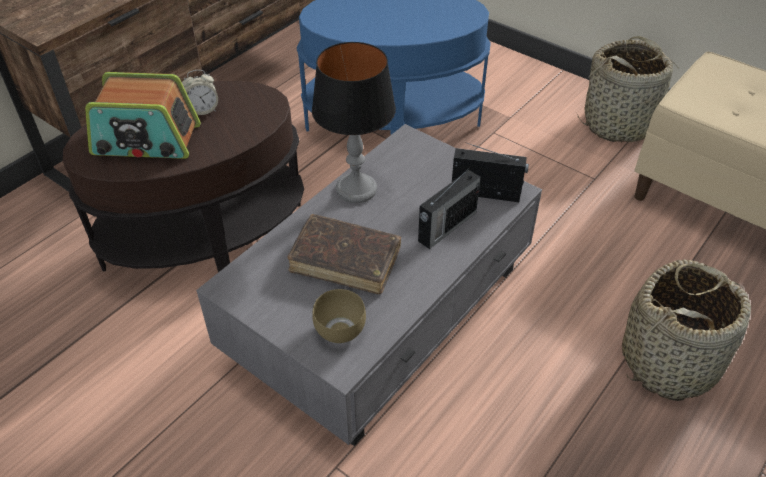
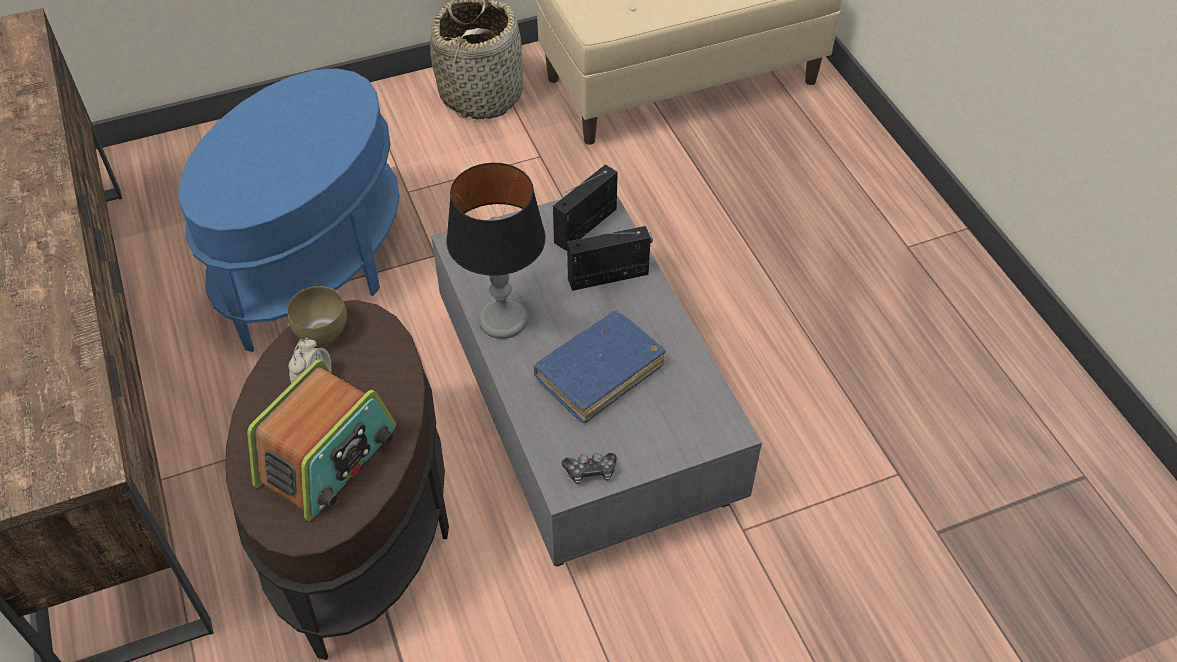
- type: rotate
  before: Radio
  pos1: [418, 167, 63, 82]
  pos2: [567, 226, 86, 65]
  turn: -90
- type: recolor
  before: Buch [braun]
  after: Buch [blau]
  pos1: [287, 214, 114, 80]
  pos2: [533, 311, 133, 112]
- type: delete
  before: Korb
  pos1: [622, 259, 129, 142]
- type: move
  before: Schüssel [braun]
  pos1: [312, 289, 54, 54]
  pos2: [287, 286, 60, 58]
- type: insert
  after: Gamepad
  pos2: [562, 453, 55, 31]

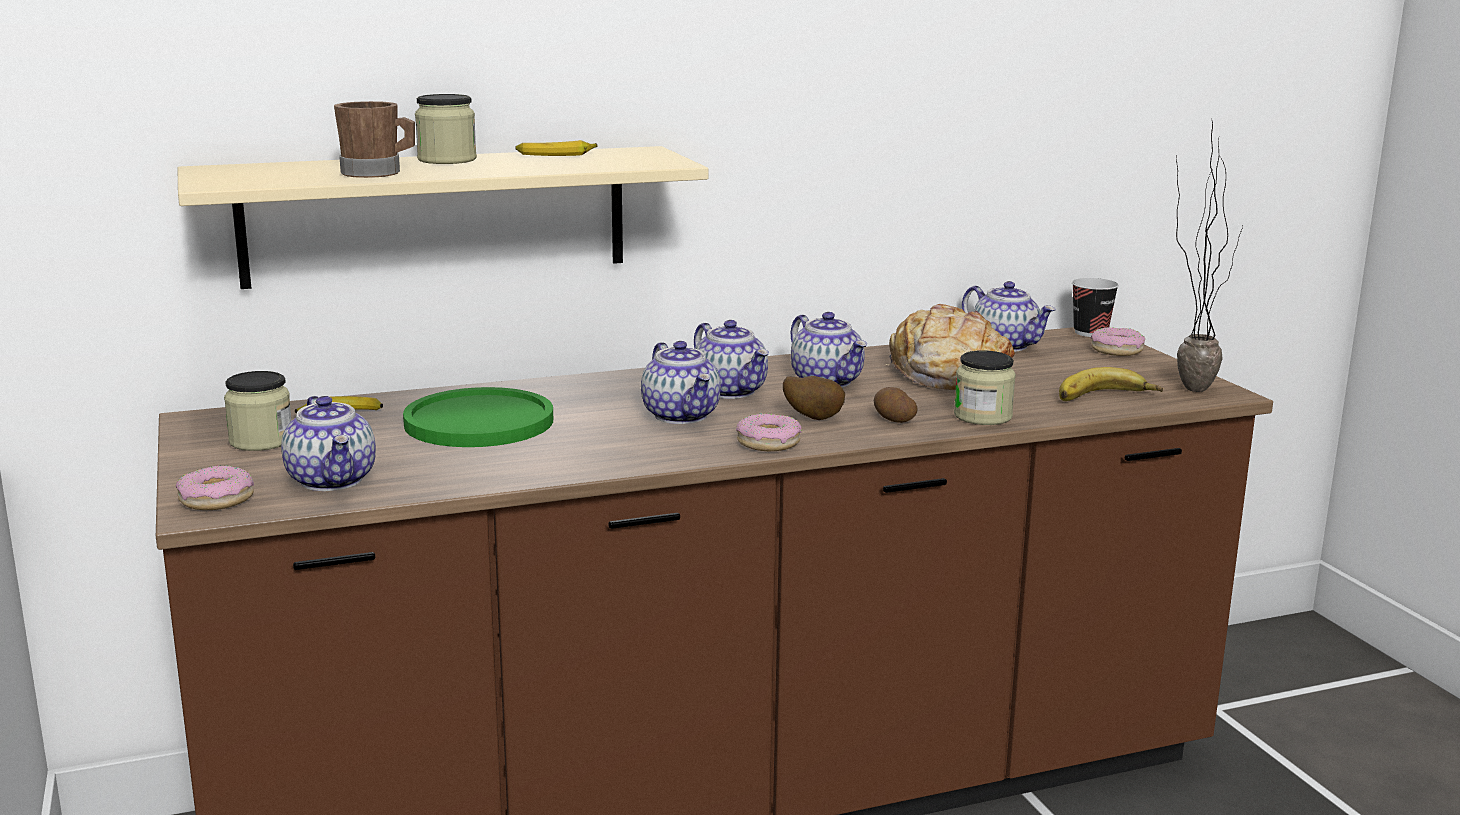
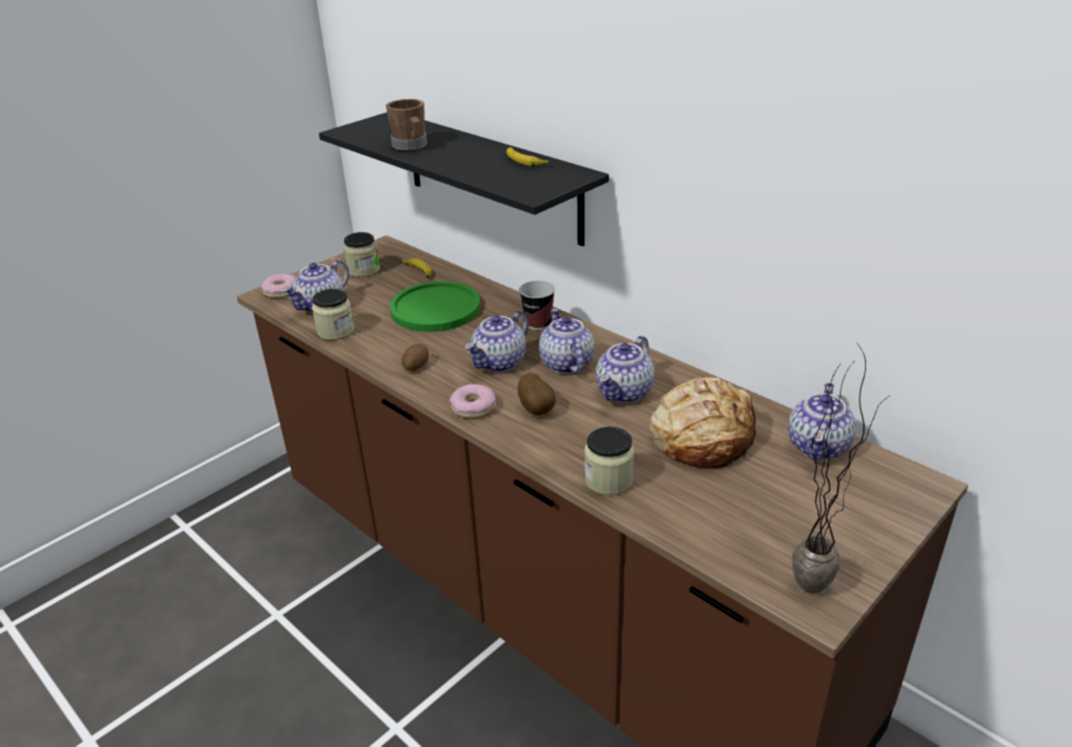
- type: move
  before: Vorratsglas
  pos1: [415, 94, 62, 70]
  pos2: [312, 289, 42, 51]
- type: recolor
  before: Wandregal [beige]
  after: Wandregal [schwarz]
  pos1: [177, 146, 531, 143]
  pos2: [319, 112, 290, 134]
- type: move
  before: Tasse
  pos1: [1072, 278, 47, 59]
  pos2: [519, 281, 36, 49]
- type: rotate
  before: Teekanne
  pos1: [694, 320, 75, 79]
  pos2: [539, 309, 55, 65]
  turn: 135
- type: delete
  before: Donut
  pos1: [1091, 327, 54, 29]
- type: delete
  before: Banane
  pos1: [1059, 367, 104, 34]
- type: move
  before: Kartoffel
  pos1: [874, 387, 44, 36]
  pos2: [402, 344, 27, 27]

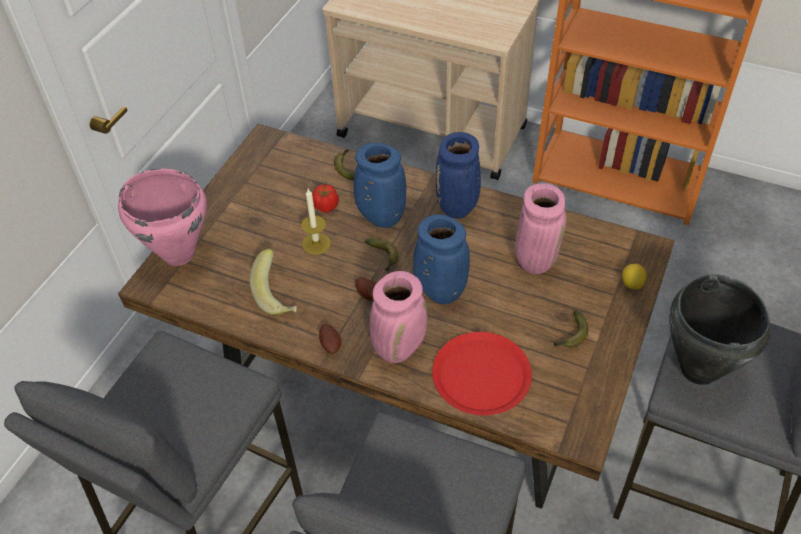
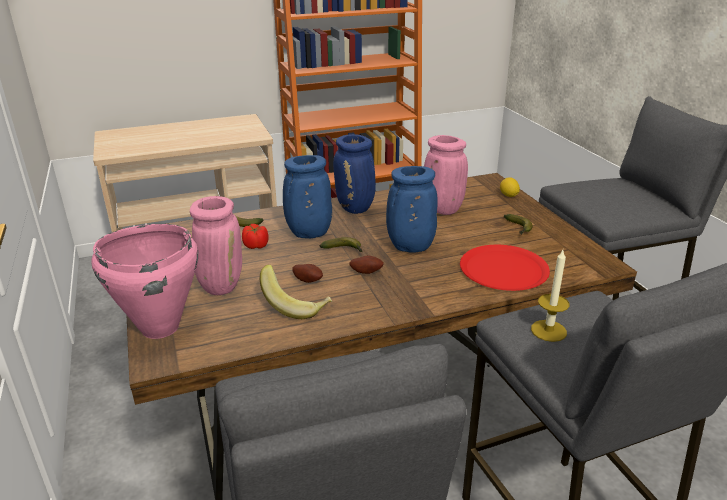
- type: move
  before: Kerze
  pos1: [301, 189, 30, 66]
  pos2: [531, 250, 39, 92]
- type: move
  before: Vase [rosa]
  pos1: [370, 271, 58, 92]
  pos2: [190, 196, 52, 99]
- type: delete
  before: Kochtopf [schwarz]
  pos1: [669, 274, 101, 111]
- type: move
  before: Kartoffel
  pos1: [319, 324, 22, 30]
  pos2: [292, 264, 31, 19]

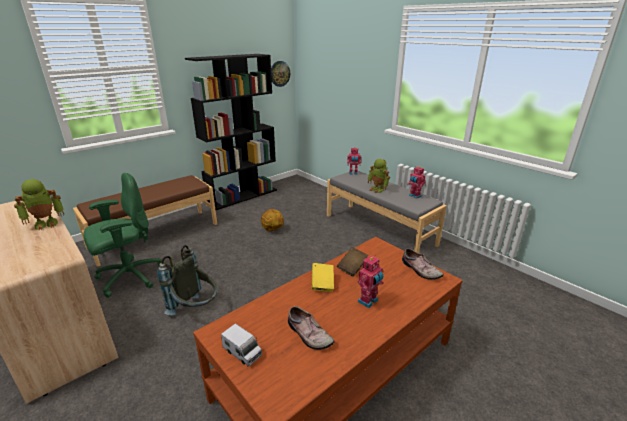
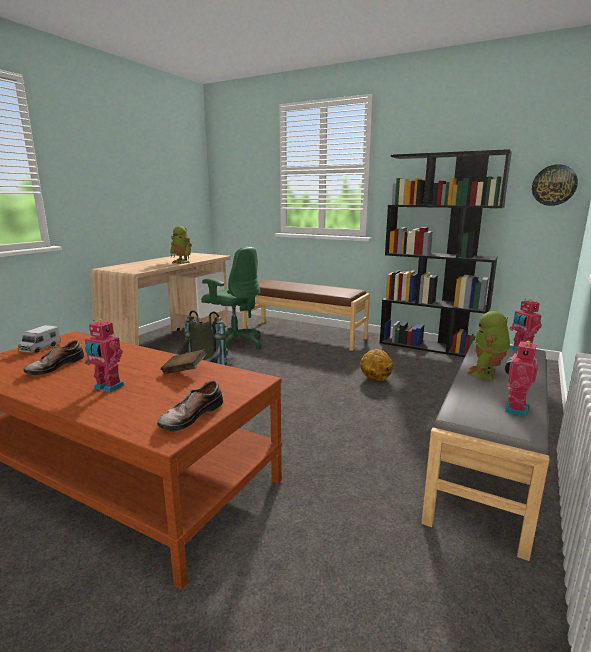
- type: delete
  before: Buch [gelb]
  pos1: [312, 263, 22, 29]

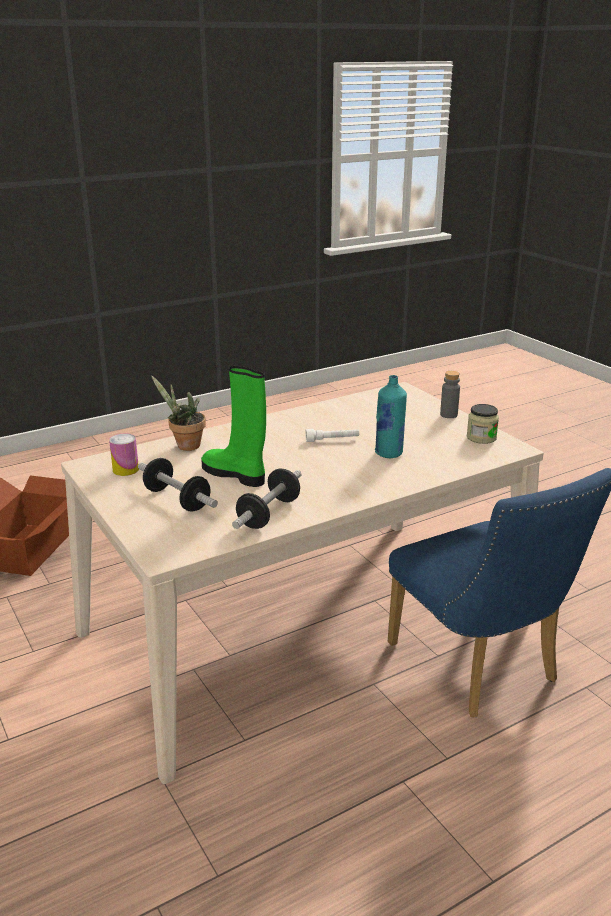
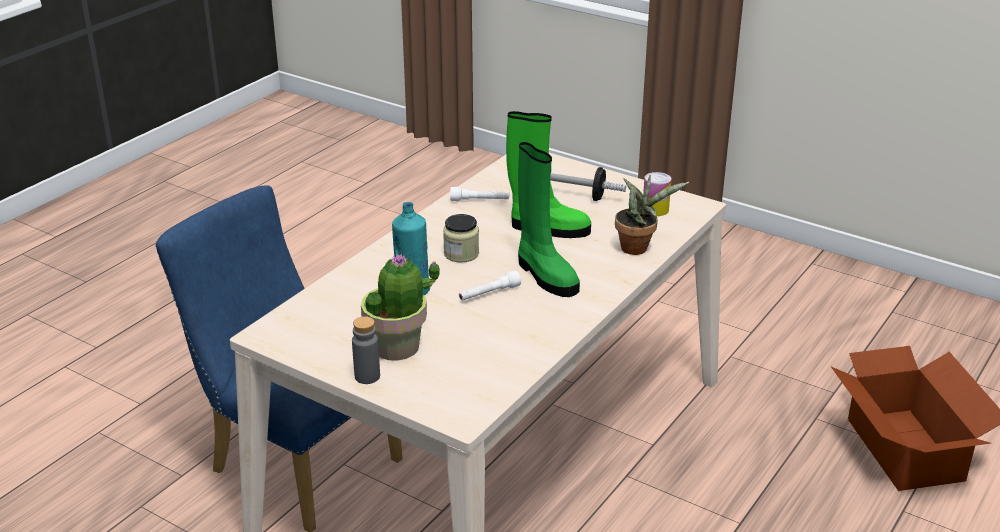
- type: move
  before: Vorratsglas
  pos1: [467, 404, 32, 40]
  pos2: [443, 214, 36, 49]
- type: replace
  before: Hantel
  after: Taschenlampe [weiß]
  pos1: [232, 468, 70, 61]
  pos2: [450, 187, 59, 14]
- type: insert
  after: Stiefel [grün]
  pos2: [518, 142, 62, 155]
- type: insert
  after: Topfpflanze
  pos2: [361, 254, 79, 107]

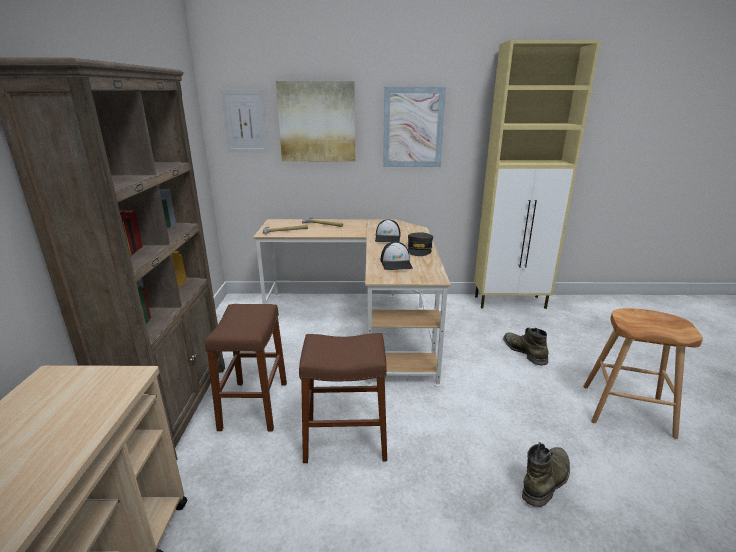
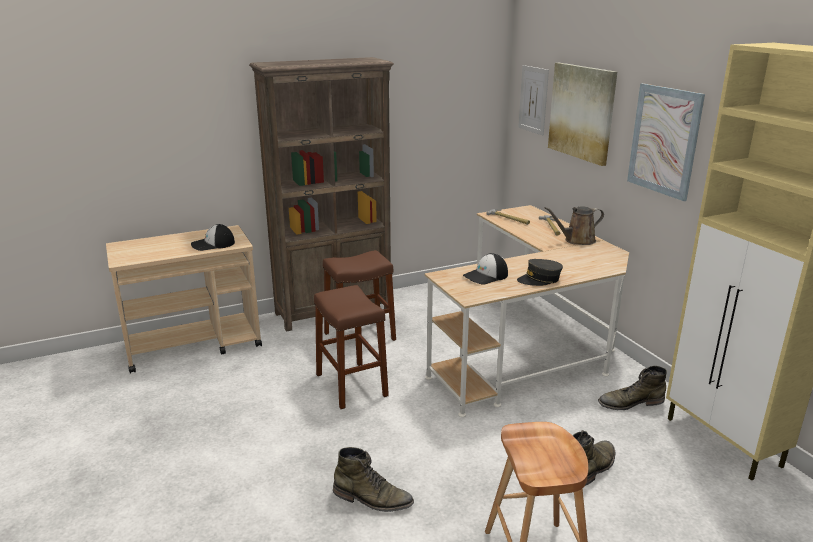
- type: move
  before: Kappe
  pos1: [375, 220, 26, 22]
  pos2: [191, 224, 44, 27]
- type: insert
  after: Gießkanne [braun]
  pos2: [545, 206, 59, 39]
- type: insert
  after: Stiefel [grün]
  pos2: [598, 366, 69, 44]

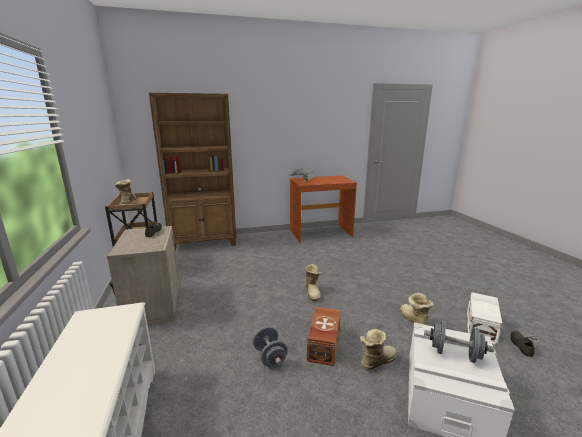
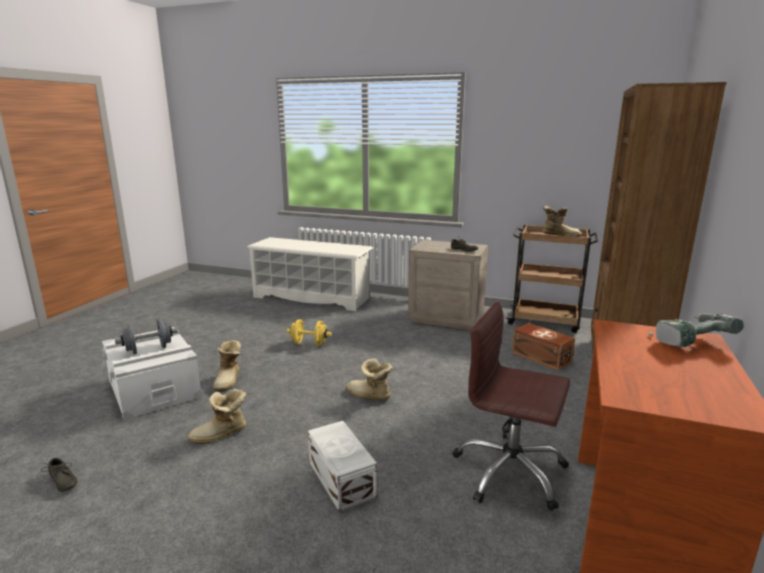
- type: move
  before: Aufbewahrungsbox [weiß]
  pos1: [467, 292, 35, 53]
  pos2: [308, 421, 69, 91]
- type: rotate
  before: Stiefel
  pos1: [400, 293, 33, 33]
  pos2: [188, 389, 58, 55]
  turn: 135
- type: move
  before: Aufbewahrungsbox [braun]
  pos1: [307, 307, 33, 59]
  pos2: [512, 323, 63, 48]
- type: recolor
  before: Hantel [grau]
  after: Hantel [gelb]
  pos1: [252, 326, 36, 41]
  pos2: [287, 319, 45, 27]
- type: insert
  after: Bürostuhl [braun]
  pos2: [453, 301, 117, 210]

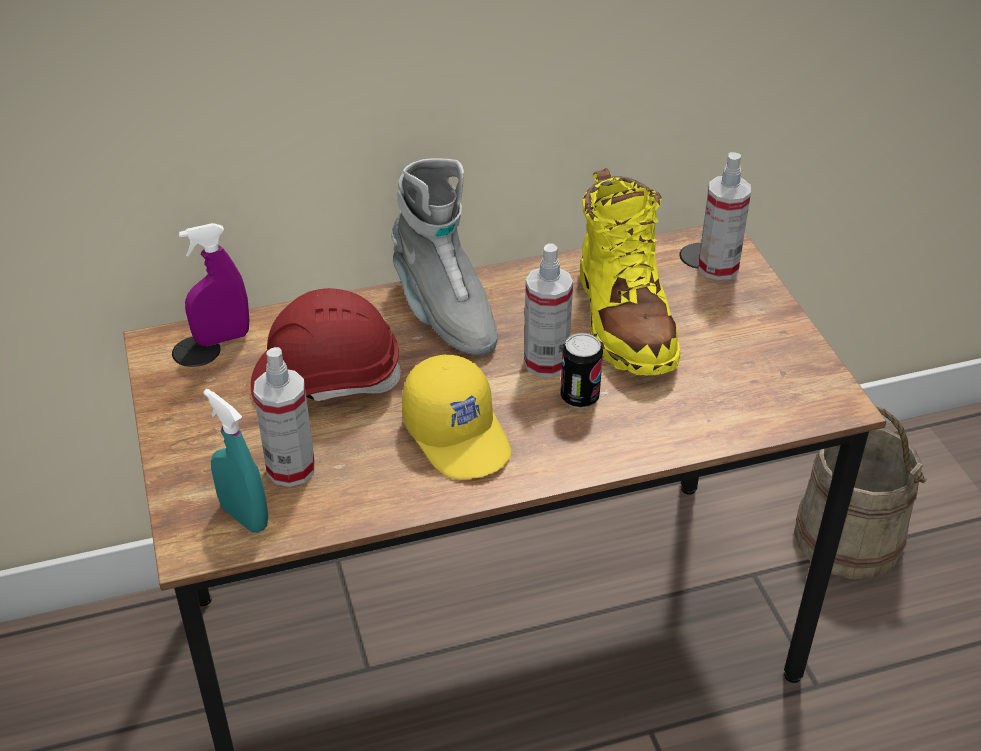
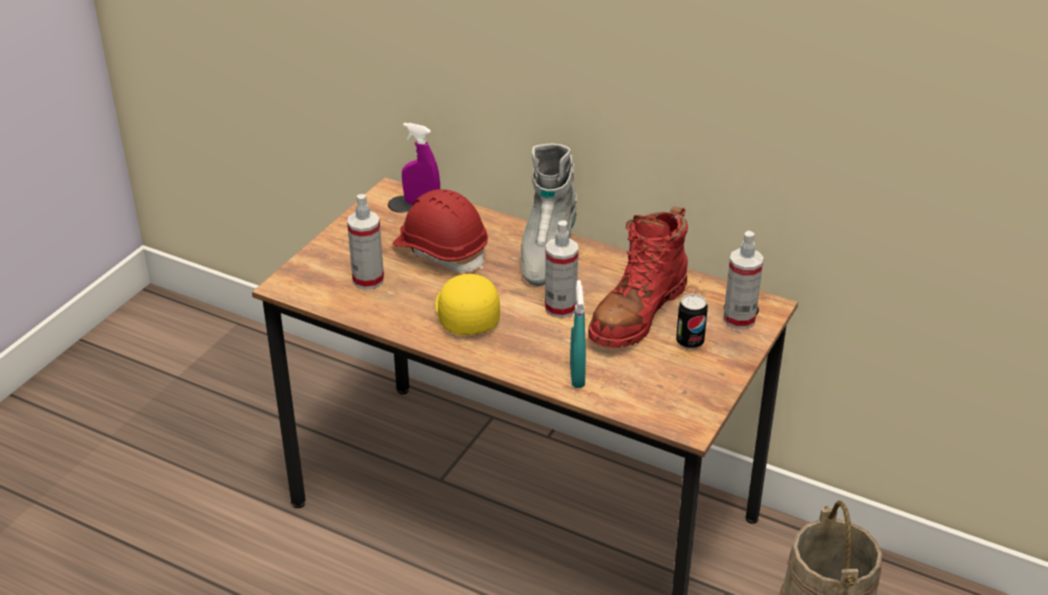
- type: recolor
  before: Stiefel [gelb]
  after: Stiefel [rot]
  pos1: [580, 168, 100, 207]
  pos2: [588, 207, 100, 141]
- type: move
  before: Dose
  pos1: [560, 333, 43, 76]
  pos2: [676, 294, 32, 55]
- type: rotate
  before: Kappe [gelb]
  pos1: [402, 354, 110, 125]
  pos2: [435, 274, 65, 61]
  turn: 150
- type: move
  before: Sprühflasche [türkis]
  pos1: [203, 389, 65, 144]
  pos2: [570, 280, 16, 108]

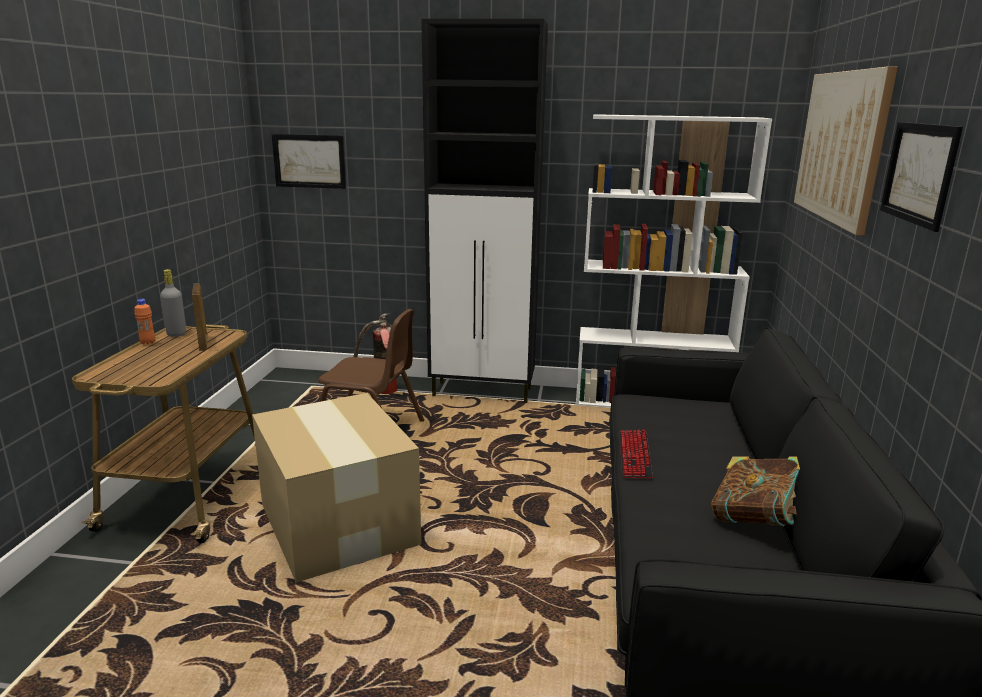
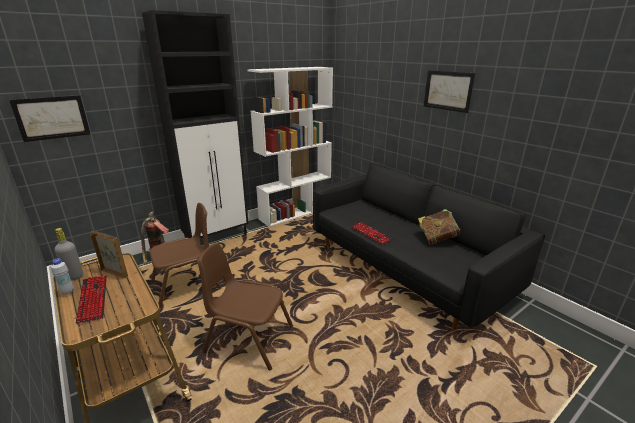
- type: delete
  before: Bild
  pos1: [794, 66, 104, 170]
- type: recolor
  before: Flasche [orange]
  after: Flasche [weiß]
  pos1: [135, 299, 20, 46]
  pos2: [51, 258, 23, 37]
- type: replace
  before: Karton
  after: Stuhl [braun]
  pos1: [252, 393, 169, 190]
  pos2: [197, 243, 96, 128]
- type: insert
  after: Tastatur
  pos2: [76, 275, 31, 49]

